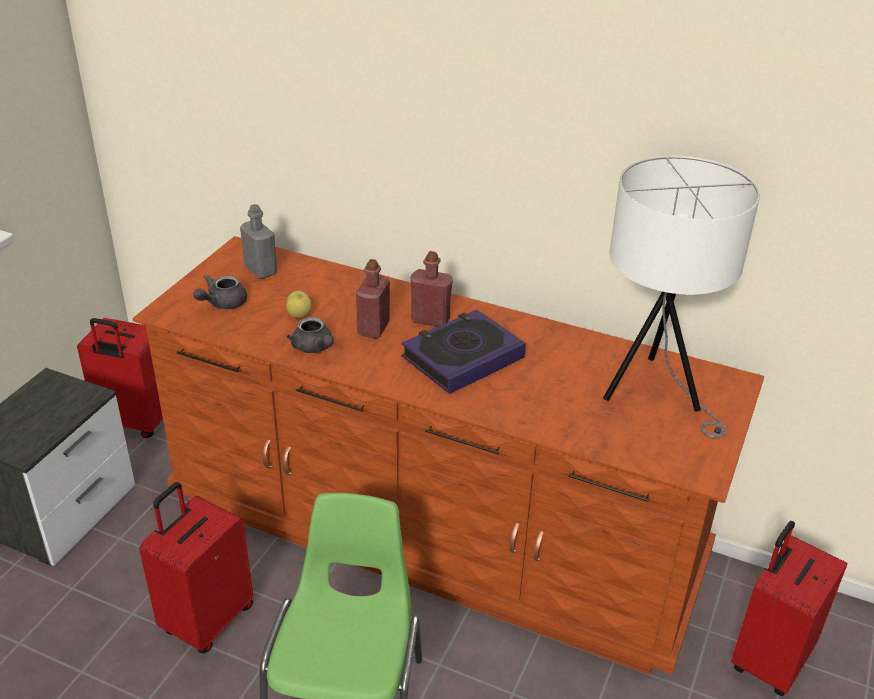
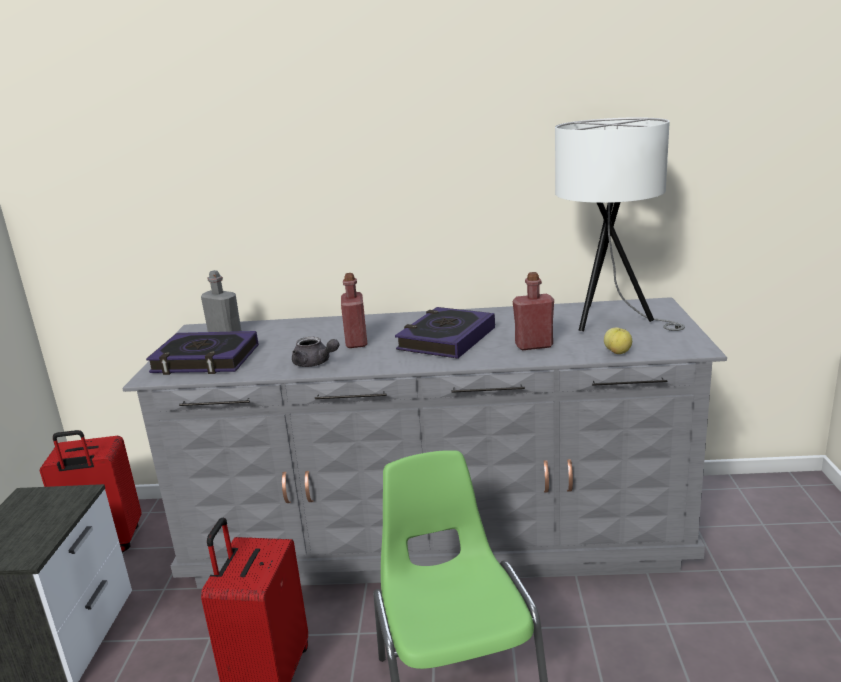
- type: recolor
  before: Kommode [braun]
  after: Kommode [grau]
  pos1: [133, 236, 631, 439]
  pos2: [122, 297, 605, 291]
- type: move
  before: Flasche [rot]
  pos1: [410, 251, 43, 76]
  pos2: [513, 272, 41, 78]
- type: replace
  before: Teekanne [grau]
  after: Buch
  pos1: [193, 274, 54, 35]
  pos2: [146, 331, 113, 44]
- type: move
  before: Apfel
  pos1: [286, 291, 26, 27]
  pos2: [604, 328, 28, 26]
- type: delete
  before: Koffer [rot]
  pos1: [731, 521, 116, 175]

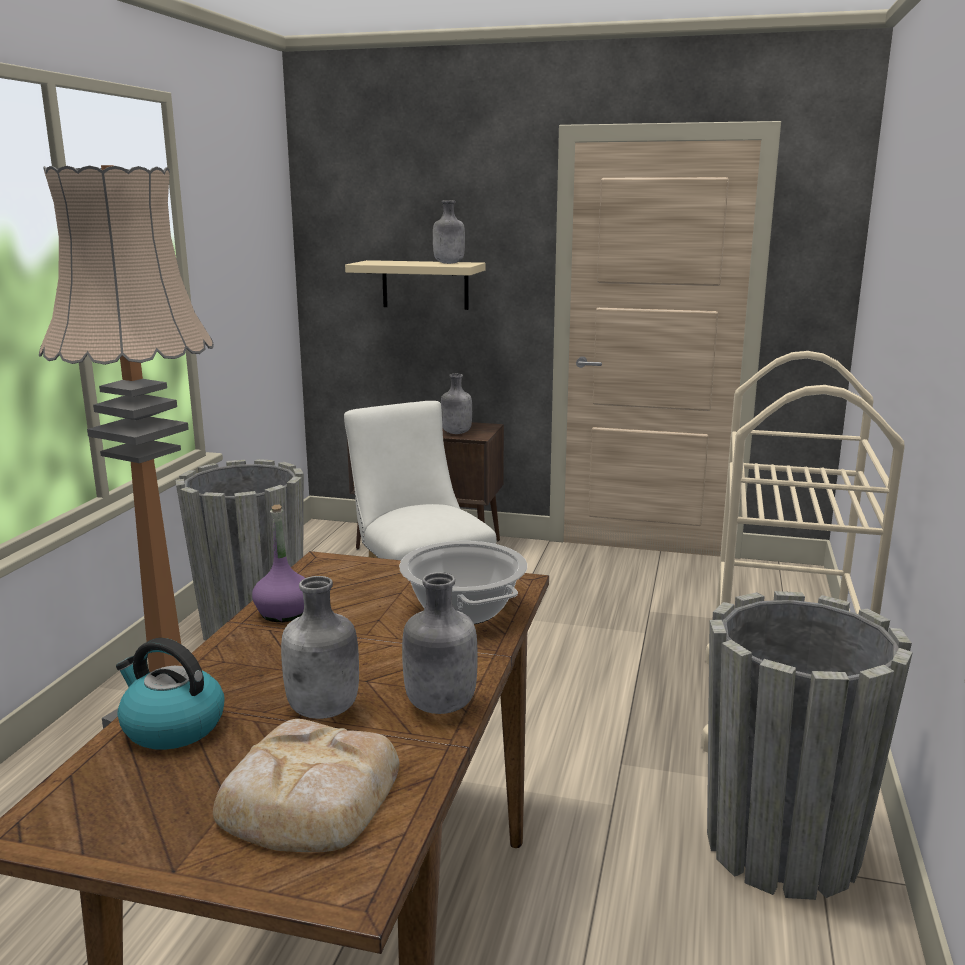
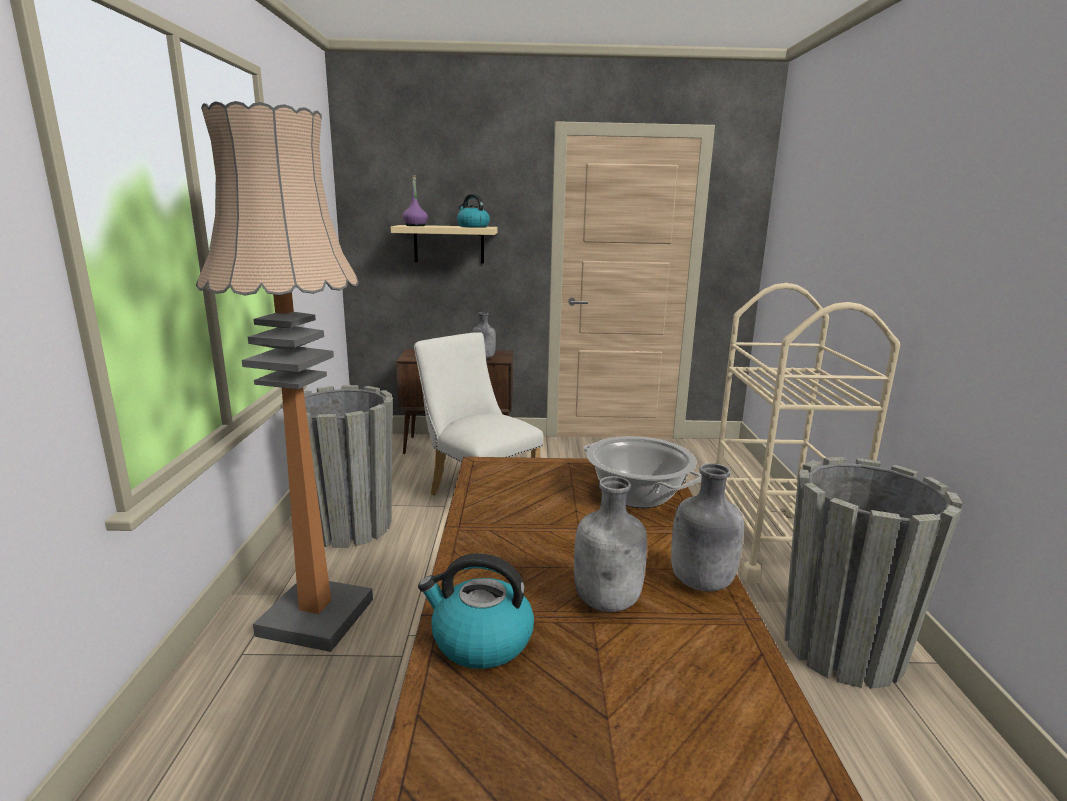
- type: replace
  before: Flasche [grau]
  after: Wasserkessel
  pos1: [433, 201, 32, 63]
  pos2: [457, 194, 33, 33]
- type: move
  before: Flasche [lila]
  pos1: [252, 505, 53, 117]
  pos2: [402, 175, 26, 51]
- type: delete
  before: Brot
  pos1: [213, 719, 186, 133]

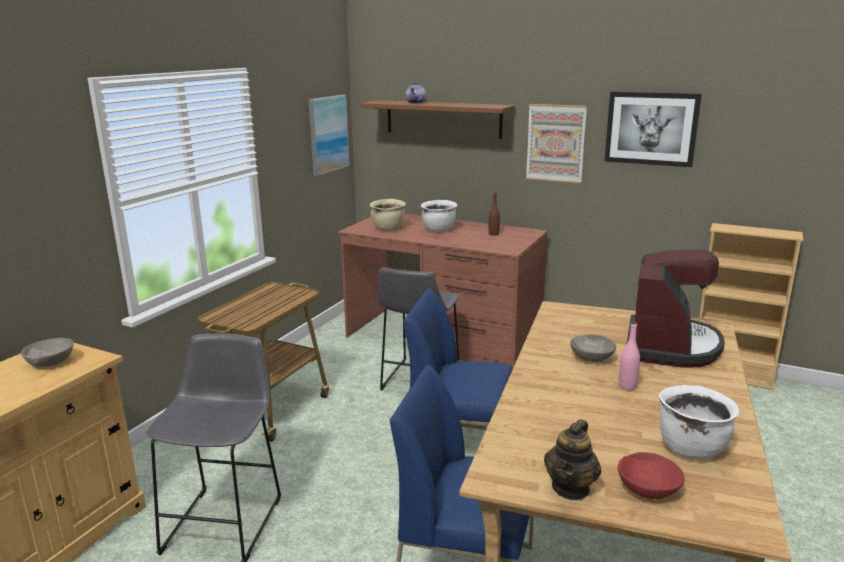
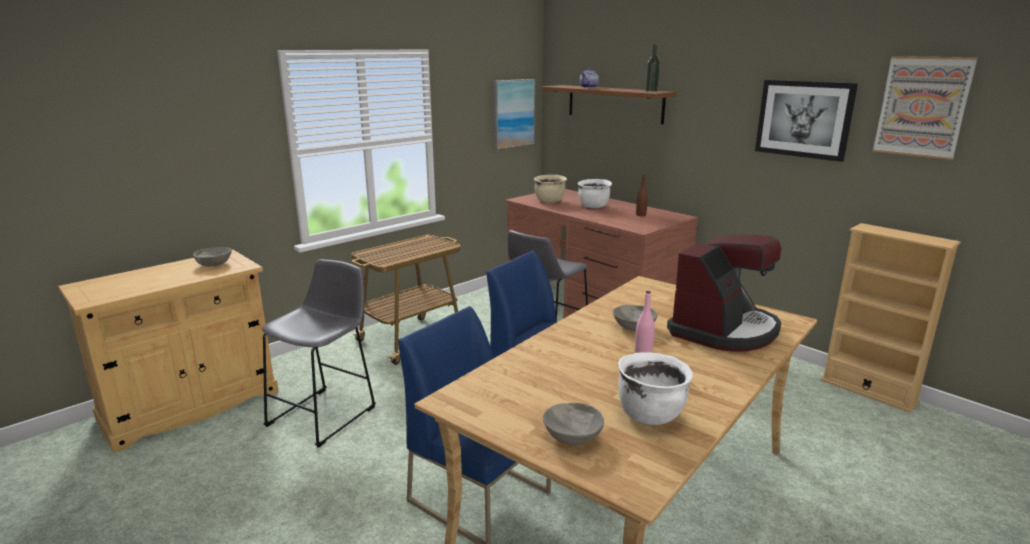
- type: move
  before: Bild
  pos1: [526, 104, 61, 80]
  pos2: [873, 56, 105, 104]
- type: delete
  before: Teekanne
  pos1: [544, 419, 57, 81]
- type: recolor
  before: Schüssel [rot]
  after: Schüssel [grau]
  pos1: [618, 452, 67, 47]
  pos2: [543, 403, 61, 42]
- type: insert
  after: Flasche
  pos2: [645, 44, 15, 48]

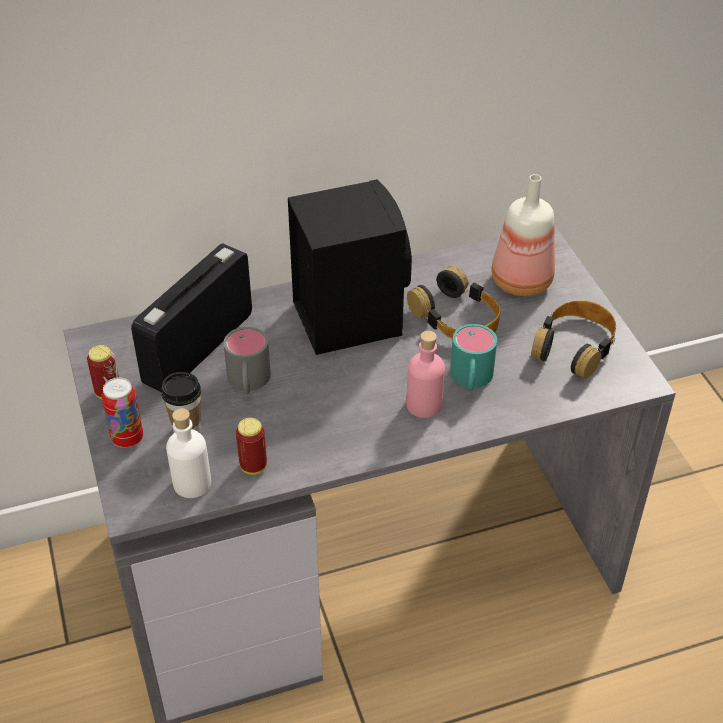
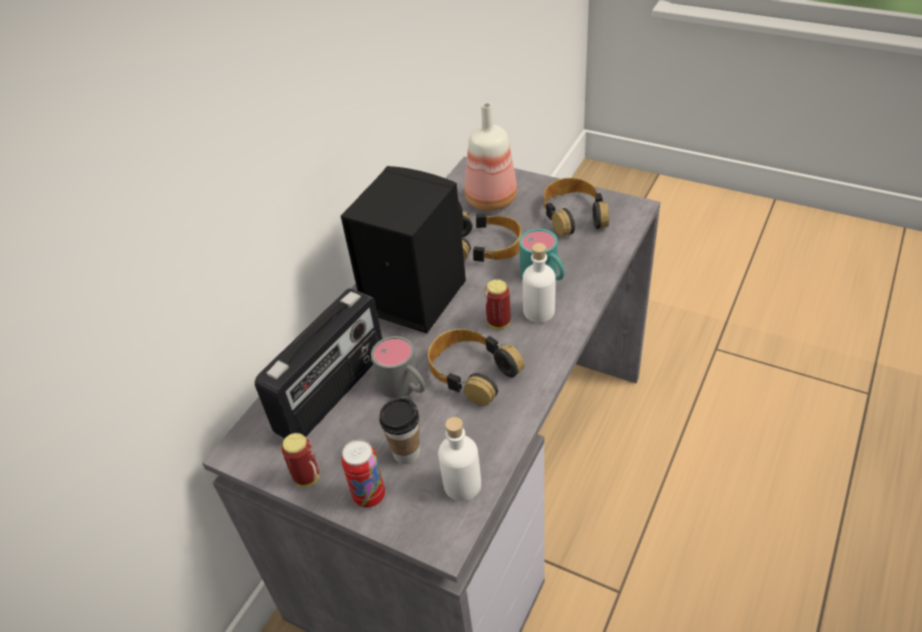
- type: rotate
  before: Radio
  pos1: [131, 244, 121, 148]
  pos2: [255, 288, 127, 150]
  turn: -135
- type: recolor
  before: Flasche [rosa]
  after: Flasche [weiß]
  pos1: [406, 331, 39, 87]
  pos2: [523, 243, 33, 80]
- type: move
  before: Dose
  pos1: [236, 418, 31, 57]
  pos2: [485, 279, 26, 50]
- type: insert
  after: Kopfhörer
  pos2: [428, 329, 96, 77]

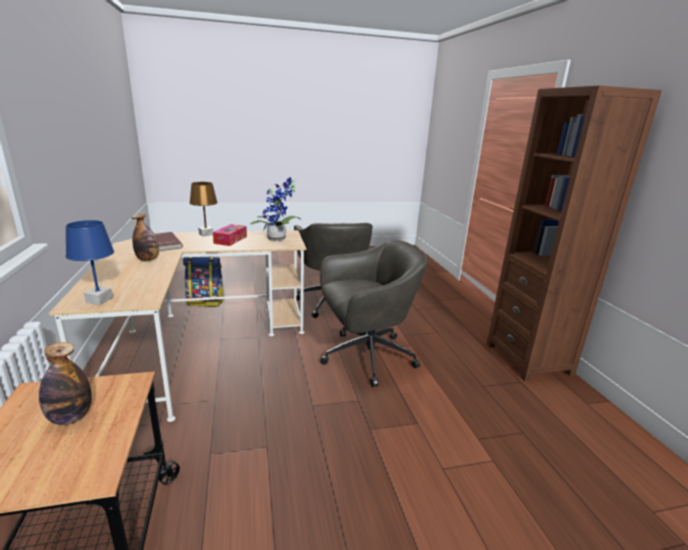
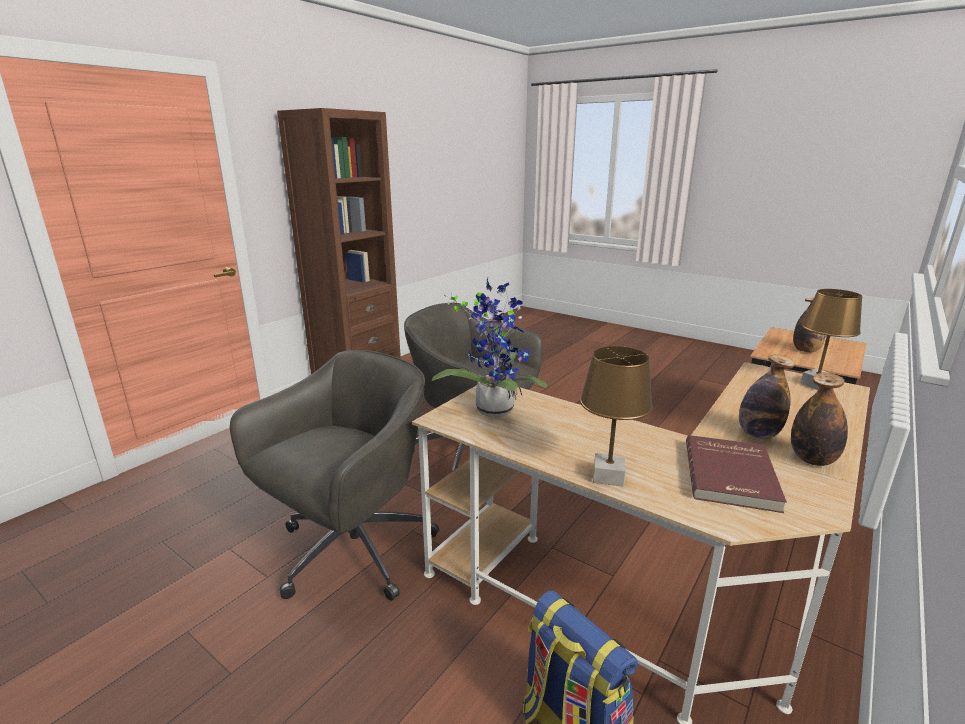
- type: recolor
  before: Tischlampe [blau]
  after: Tischlampe [braun]
  pos1: [65, 220, 49, 85]
  pos2: [800, 289, 62, 101]
- type: delete
  before: Taschentuchbox
  pos1: [213, 224, 34, 22]
- type: insert
  after: Flasche
  pos2: [791, 372, 57, 94]

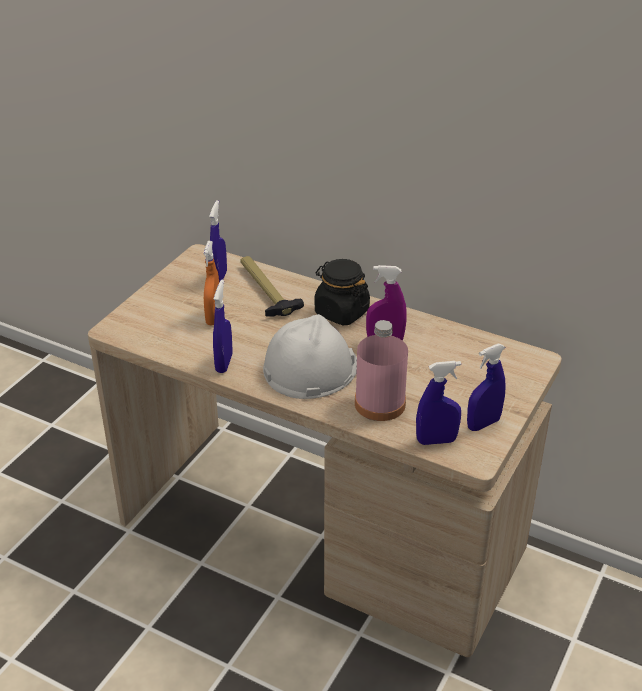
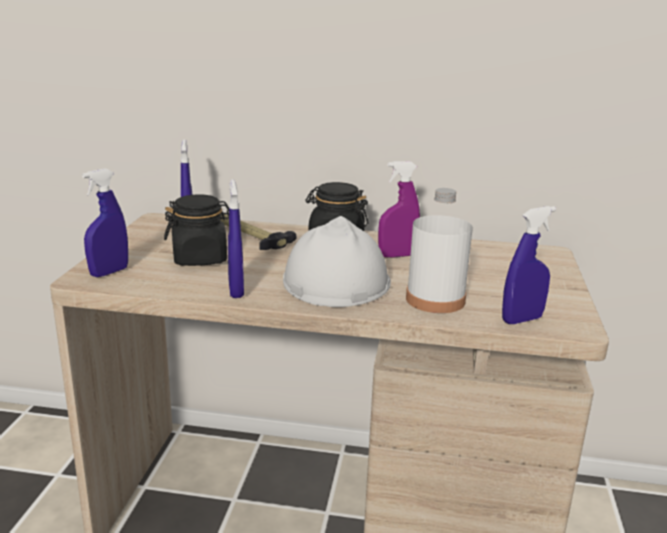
- type: replace
  before: Sprühflasche [orange]
  after: Vorratsglas [schwarz]
  pos1: [204, 241, 15, 84]
  pos2: [164, 194, 65, 72]
- type: recolor
  before: Flasche [rosa]
  after: Flasche [weiß]
  pos1: [355, 320, 53, 101]
  pos2: [406, 188, 67, 125]
- type: move
  before: Sprühflasche [blau]
  pos1: [467, 343, 38, 88]
  pos2: [82, 168, 46, 109]

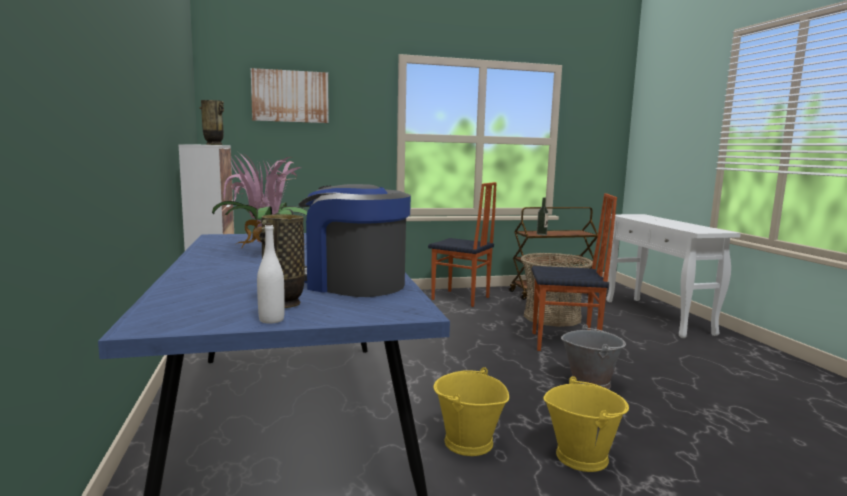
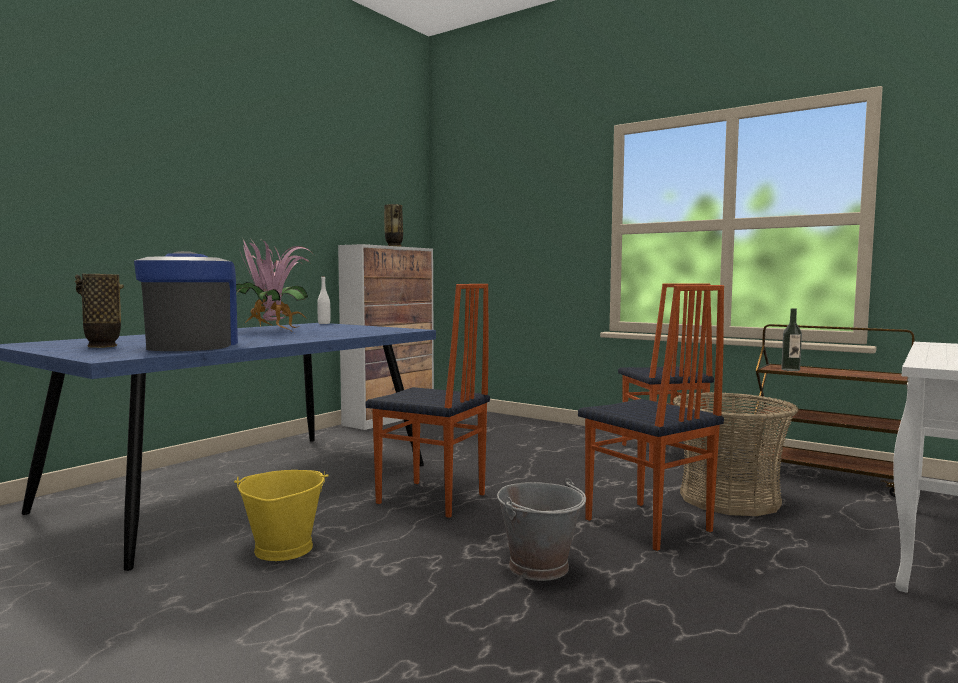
- type: delete
  before: Bild
  pos1: [251, 68, 78, 55]
- type: move
  before: Flasche [weiß]
  pos1: [257, 223, 28, 101]
  pos2: [317, 276, 13, 48]
- type: delete
  before: Eimer [gelb]
  pos1: [543, 376, 86, 96]
- type: insert
  after: Stuhl
  pos2: [365, 284, 125, 234]

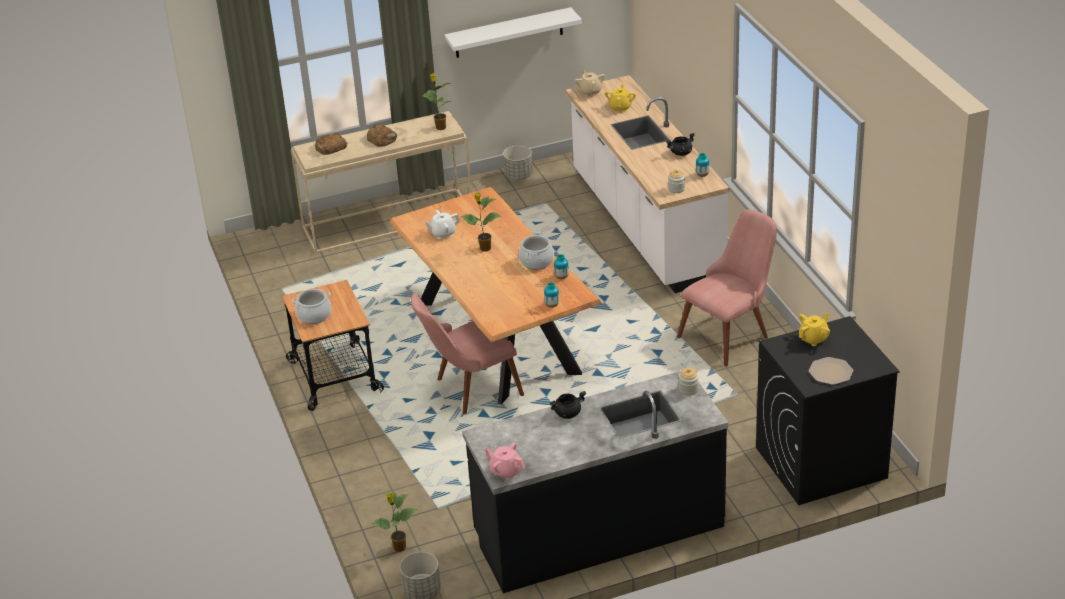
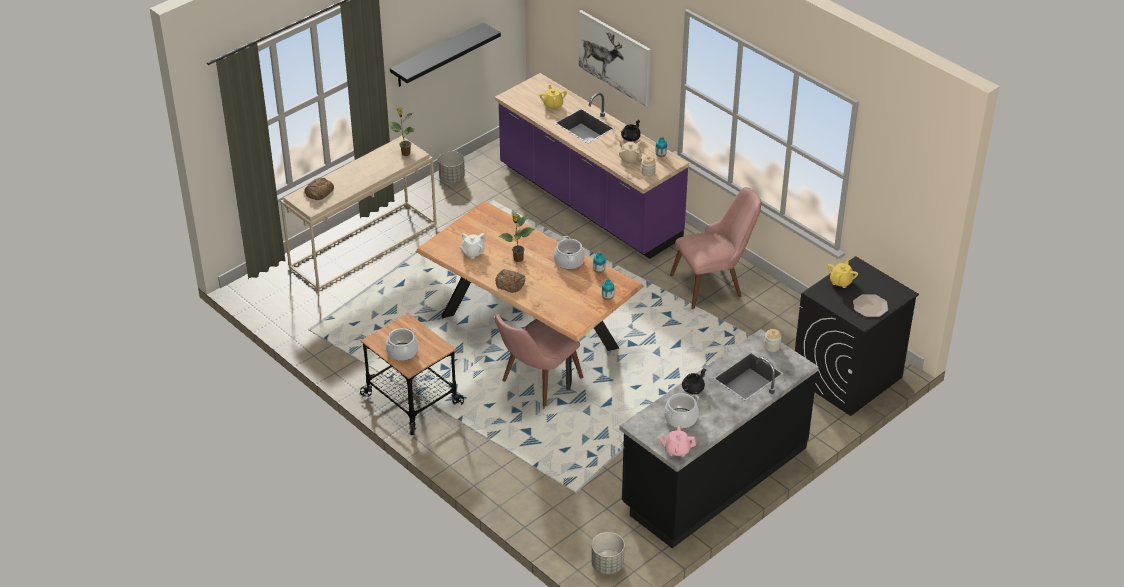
- type: recolor
  before: Wandregal [weiß]
  after: Wandregal [schwarz]
  pos1: [444, 7, 138, 51]
  pos2: [390, 22, 111, 65]
- type: move
  before: Teekanne [beige]
  pos1: [575, 70, 30, 26]
  pos2: [619, 140, 23, 25]
- type: recolor
  before: Küchenzeile [weiß]
  after: Küchenzeile [lila]
  pos1: [566, 75, 163, 218]
  pos2: [495, 73, 194, 186]
- type: move
  before: Brot
  pos1: [367, 125, 30, 22]
  pos2: [495, 269, 30, 24]
- type: rotate
  before: Stuhl [rosa]
  pos1: [677, 210, 100, 156]
  pos2: [670, 187, 91, 122]
  turn: 45
- type: delete
  before: Topfpflanze
  pos1: [371, 492, 46, 60]
- type: insert
  after: Bild
  pos2: [578, 10, 73, 97]
- type: insert
  after: Kochtopf
  pos2: [664, 393, 35, 35]

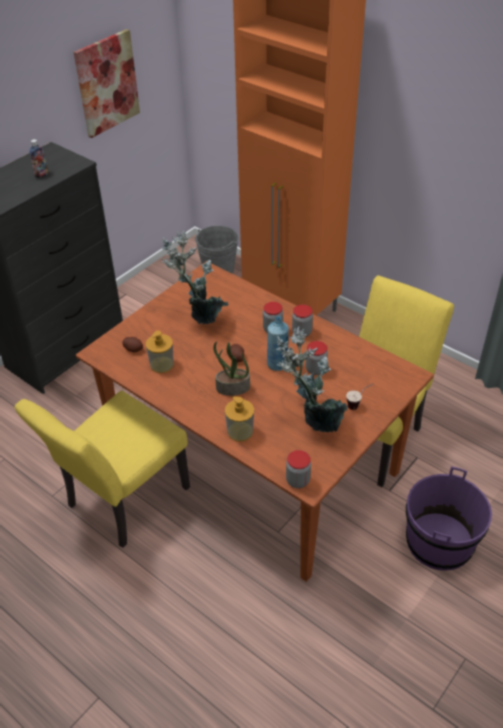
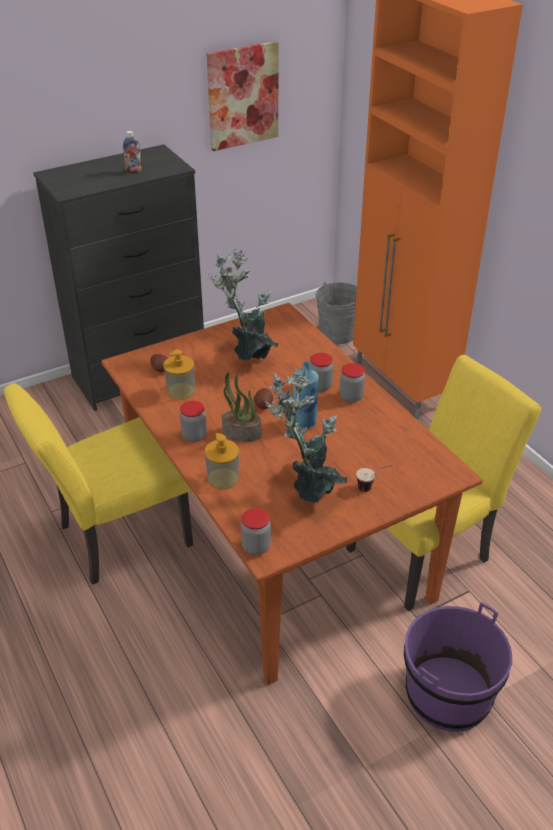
- type: move
  before: Vorratsglas
  pos1: [306, 341, 22, 34]
  pos2: [180, 401, 27, 41]

